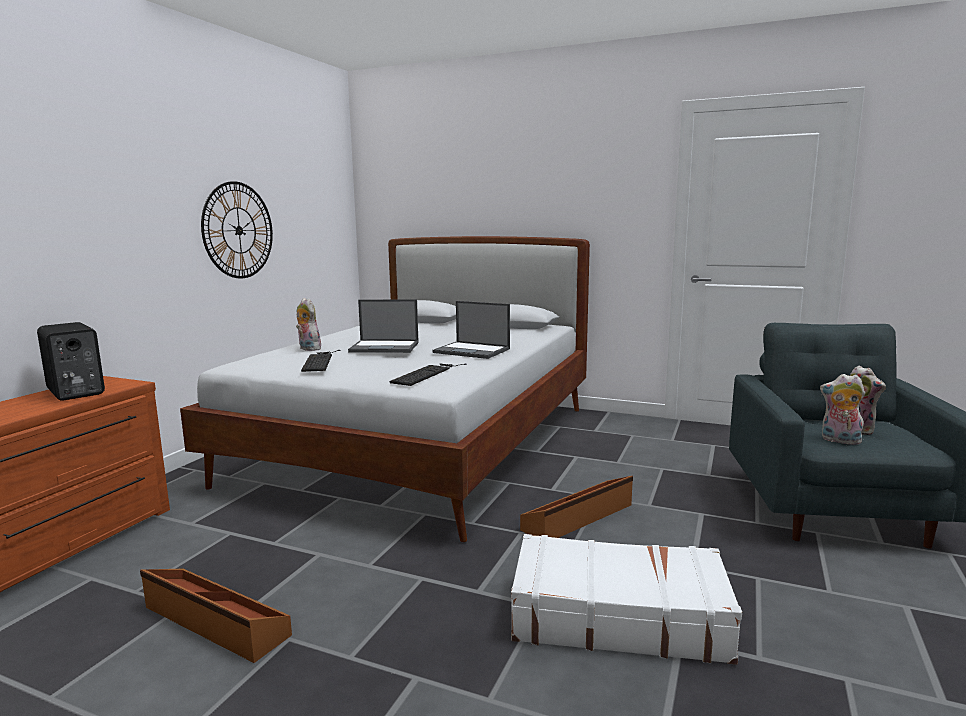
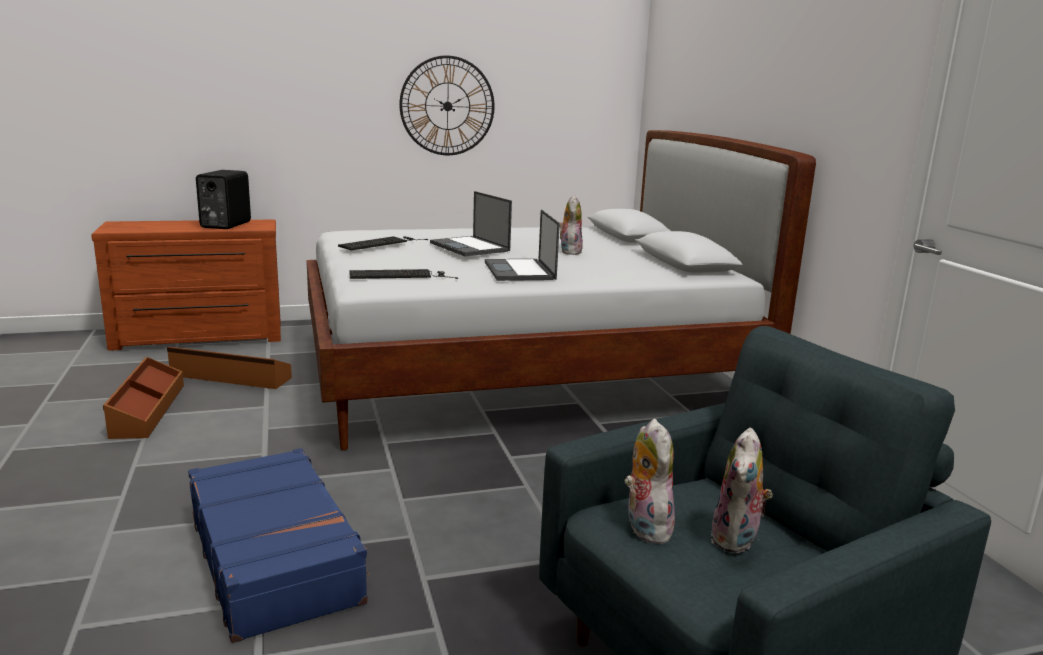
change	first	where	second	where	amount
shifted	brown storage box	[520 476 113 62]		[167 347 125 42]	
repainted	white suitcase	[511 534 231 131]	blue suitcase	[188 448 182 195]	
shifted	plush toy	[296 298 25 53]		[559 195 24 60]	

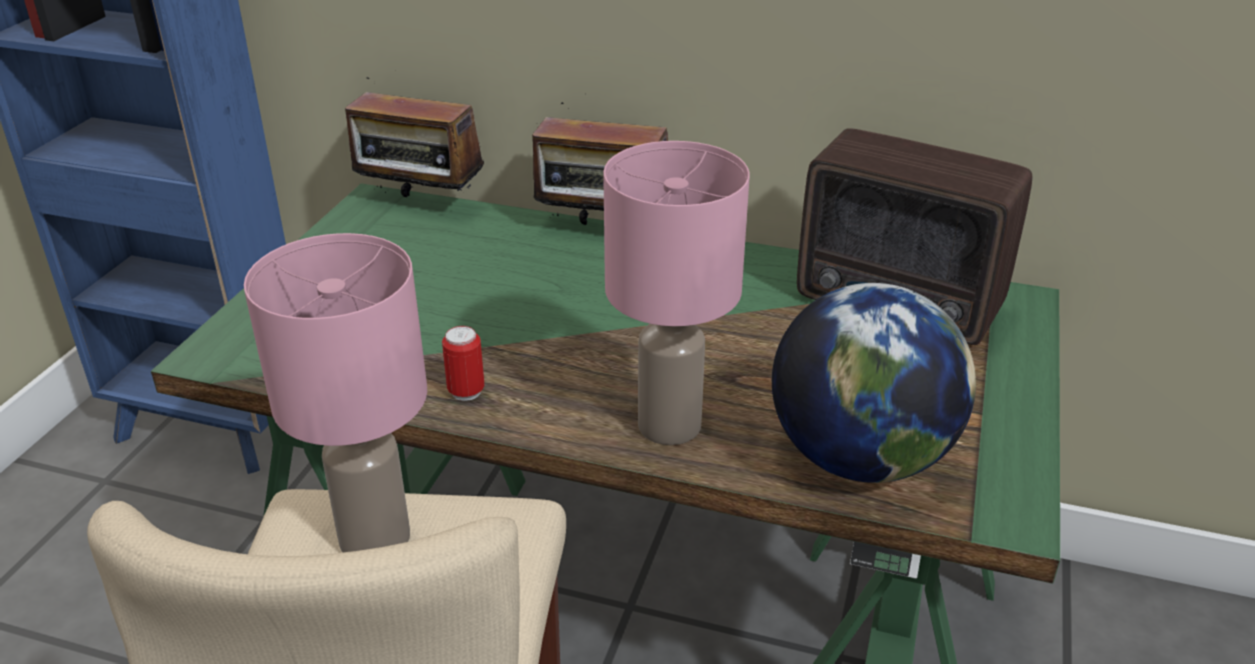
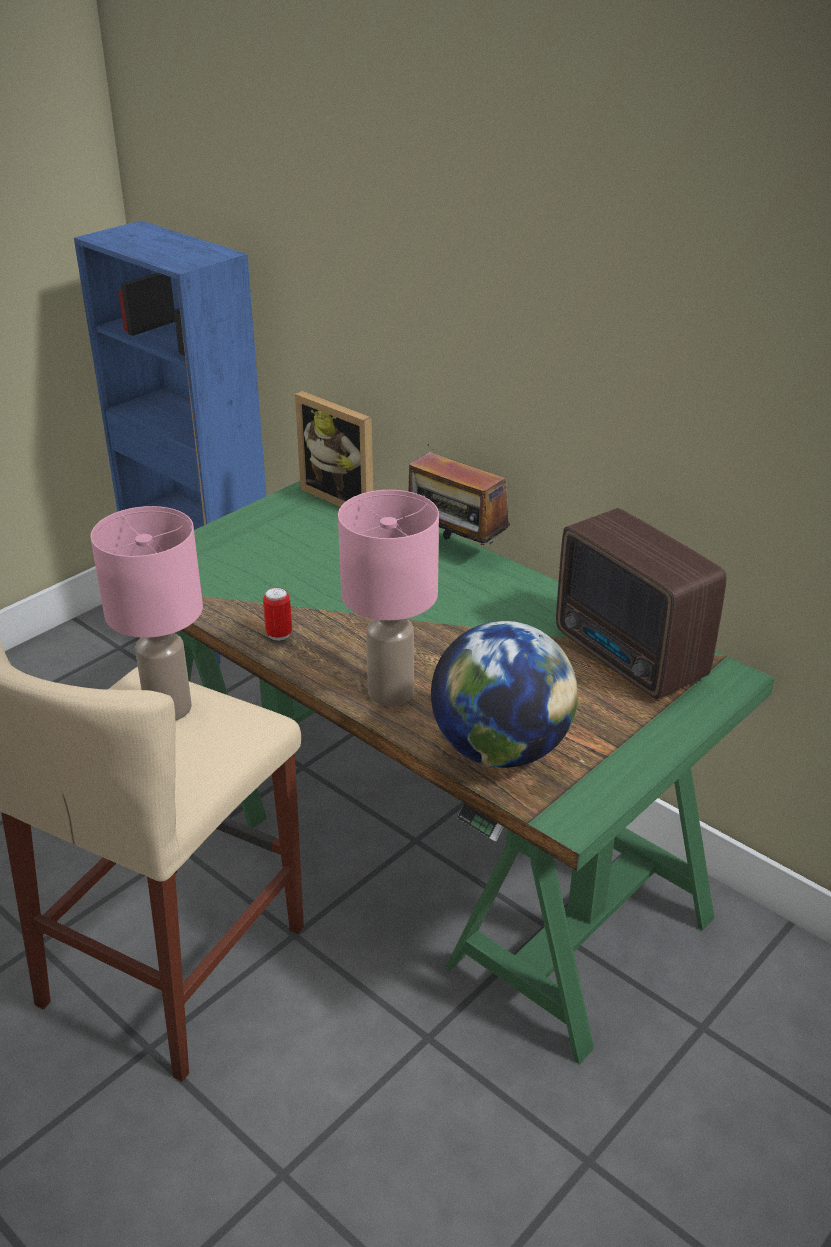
change	first	where	second	where	amount
swapped	radio	[345 70 139 127]	picture frame	[295 391 78 116]	

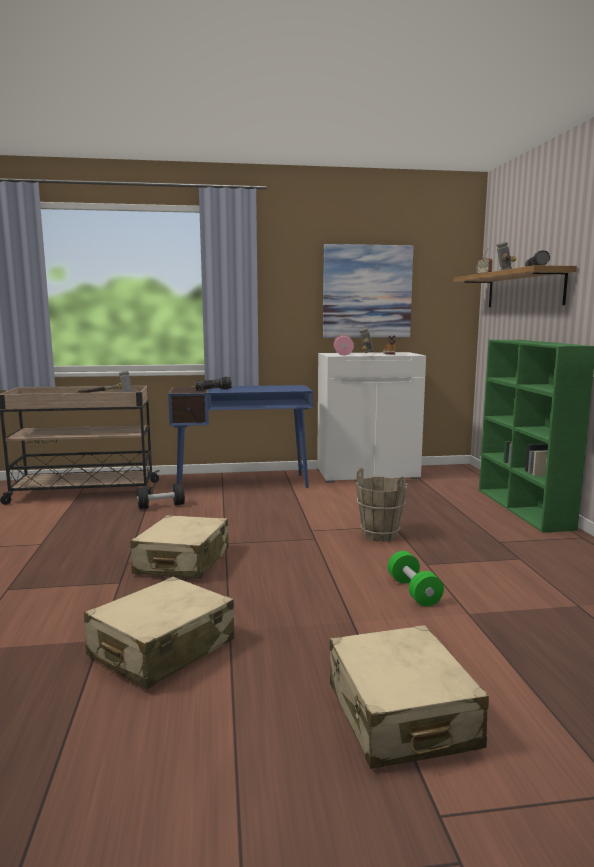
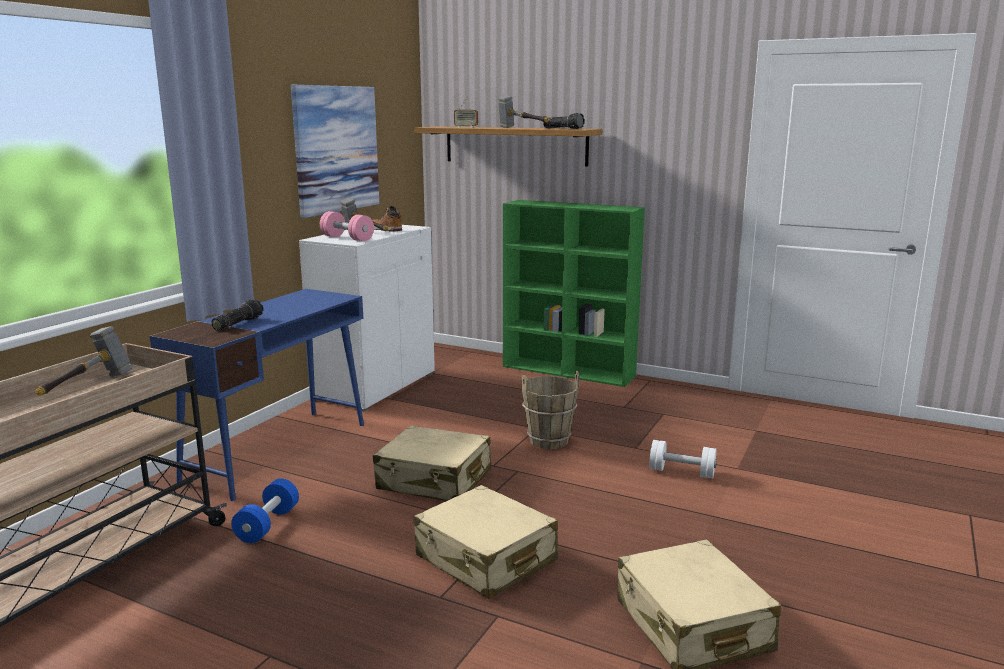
change	first	where	second	where	amount
repainted	black dumbbell	[137 484 48 25]	blue dumbbell	[231 479 68 64]	
shifted	beige suitcase	[330 625 159 144]		[373 425 118 76]	
repainted	green dumbbell	[388 551 56 55]	white dumbbell	[649 440 68 39]	

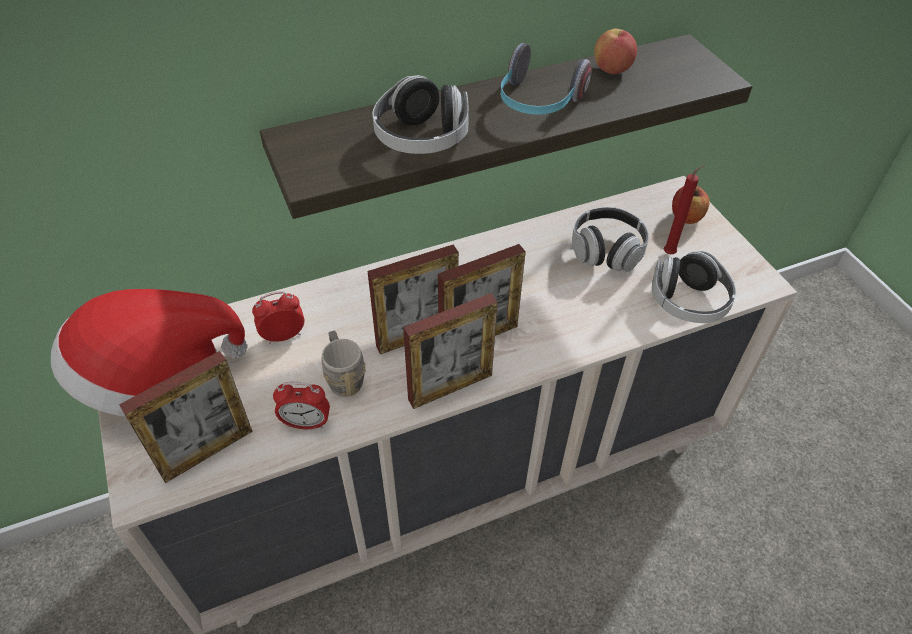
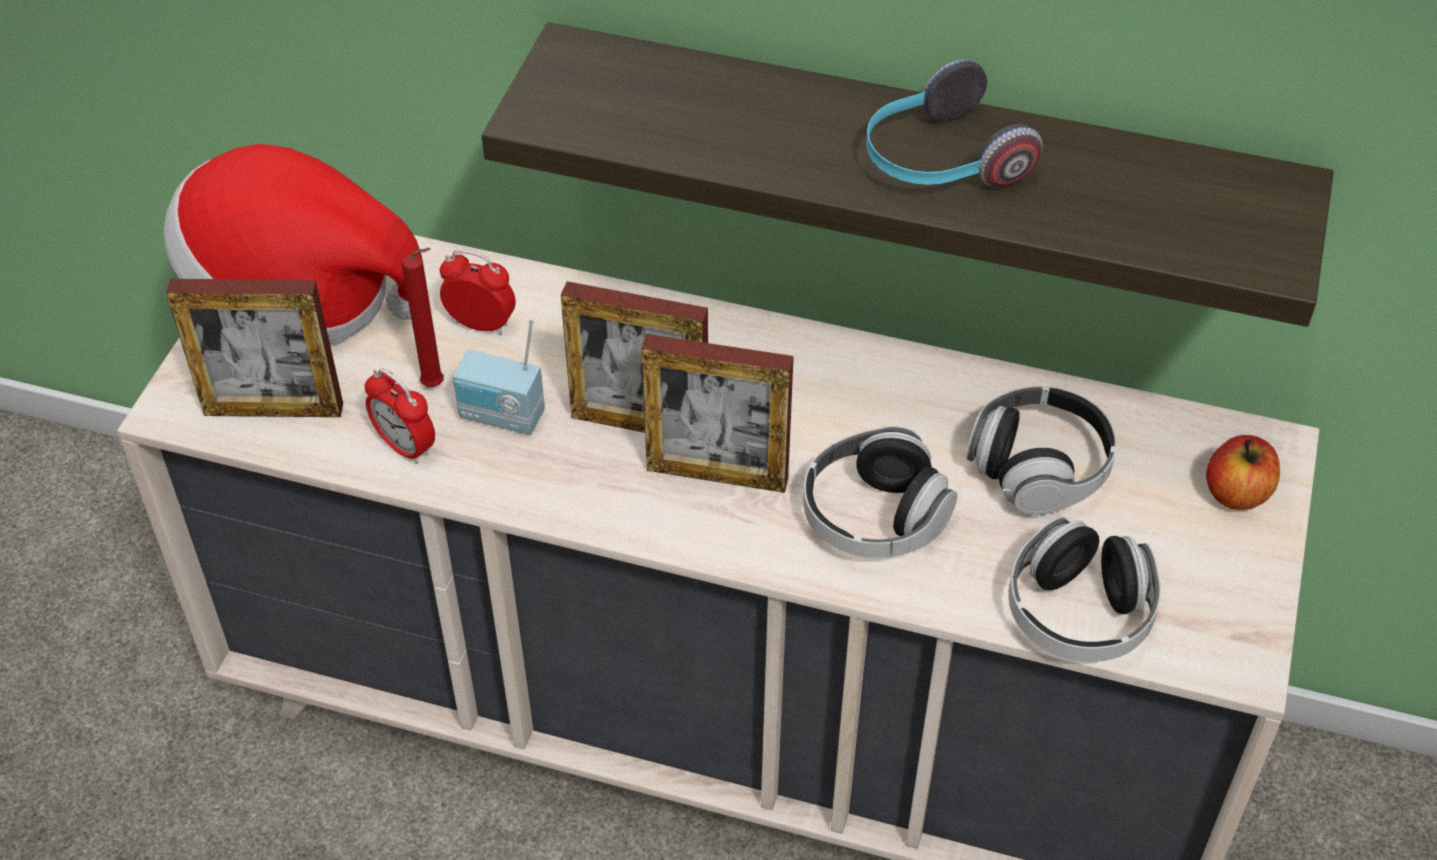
change	first	where	second	where	amount
shifted	red candle	[664 164 42 90]		[402 248 42 139]	
swapped	grey mug	[321 330 45 67]	radio	[453 318 92 117]	
shifted	headphones	[373 75 96 79]		[803 426 154 132]	
gone	picture frame	[403 293 95 116]			
gone	apple	[594 29 43 45]			

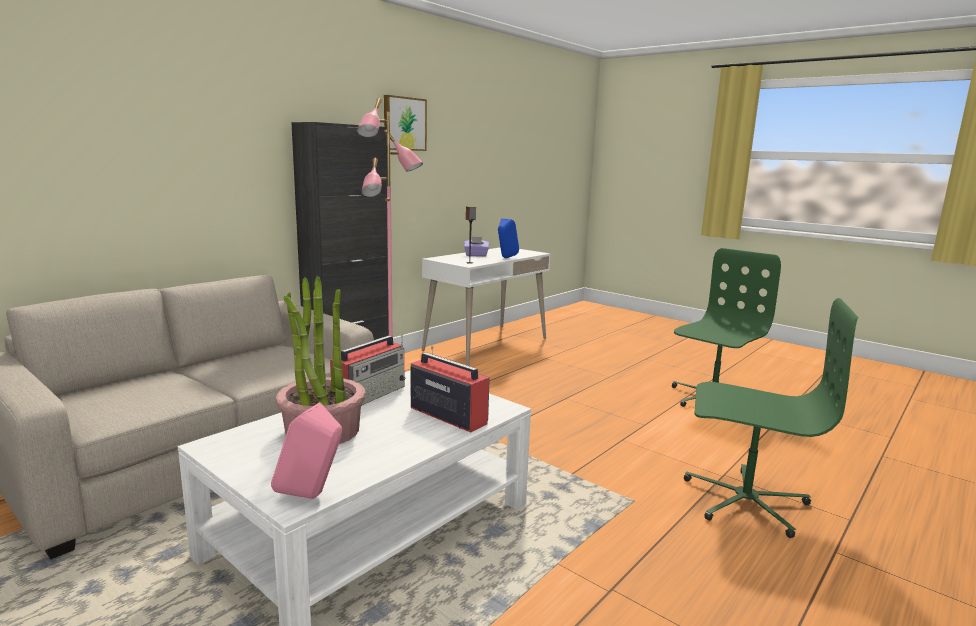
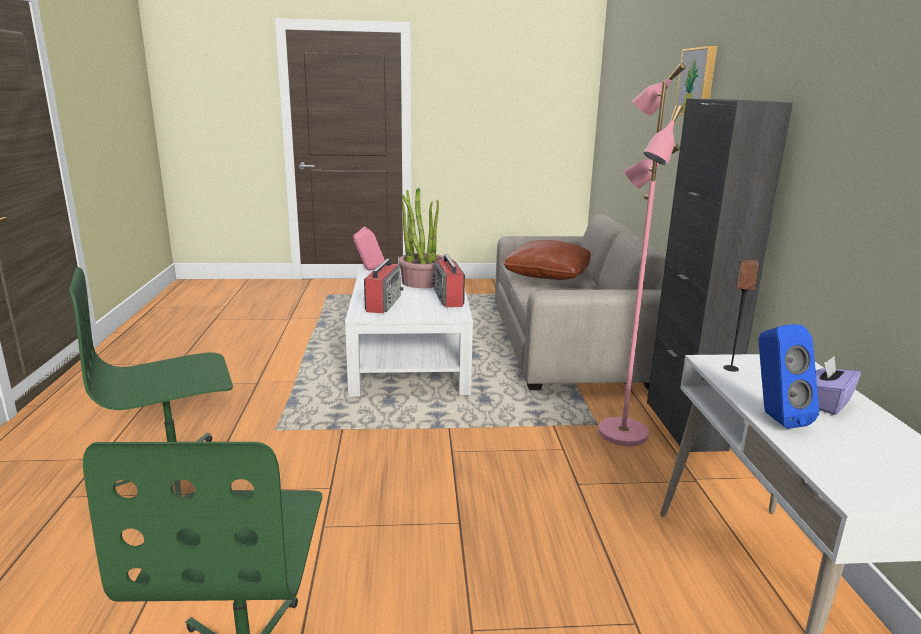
change	first	where	second	where	amount
rotated	radio	[411 345 79 88]		[364 256 39 57]	75 degrees counterclockwise
new			brown pillow	[503 240 88 40]	
shifted	picture	[384 95 43 56]		[675 46 42 69]	

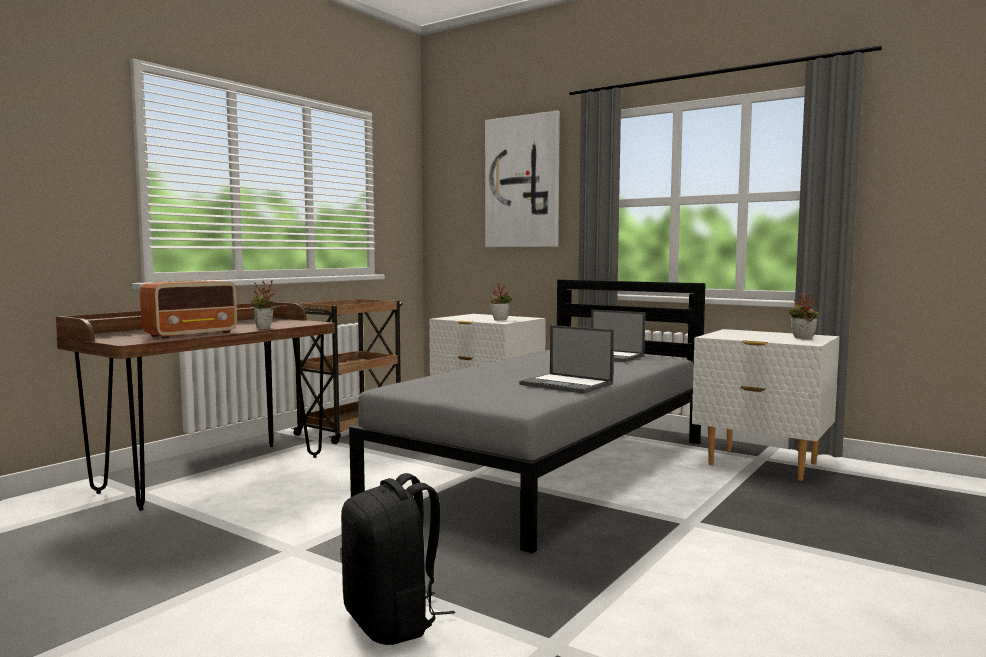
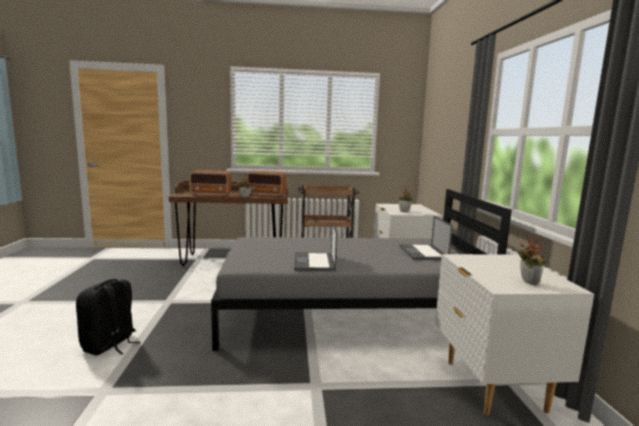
change	first	where	second	where	amount
new			radio	[246 171 40 26]	
gone	picture	[485 111 75 136]			

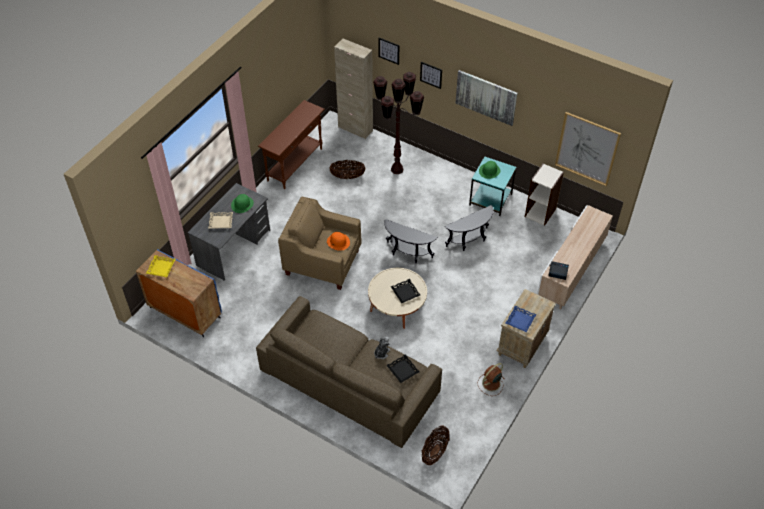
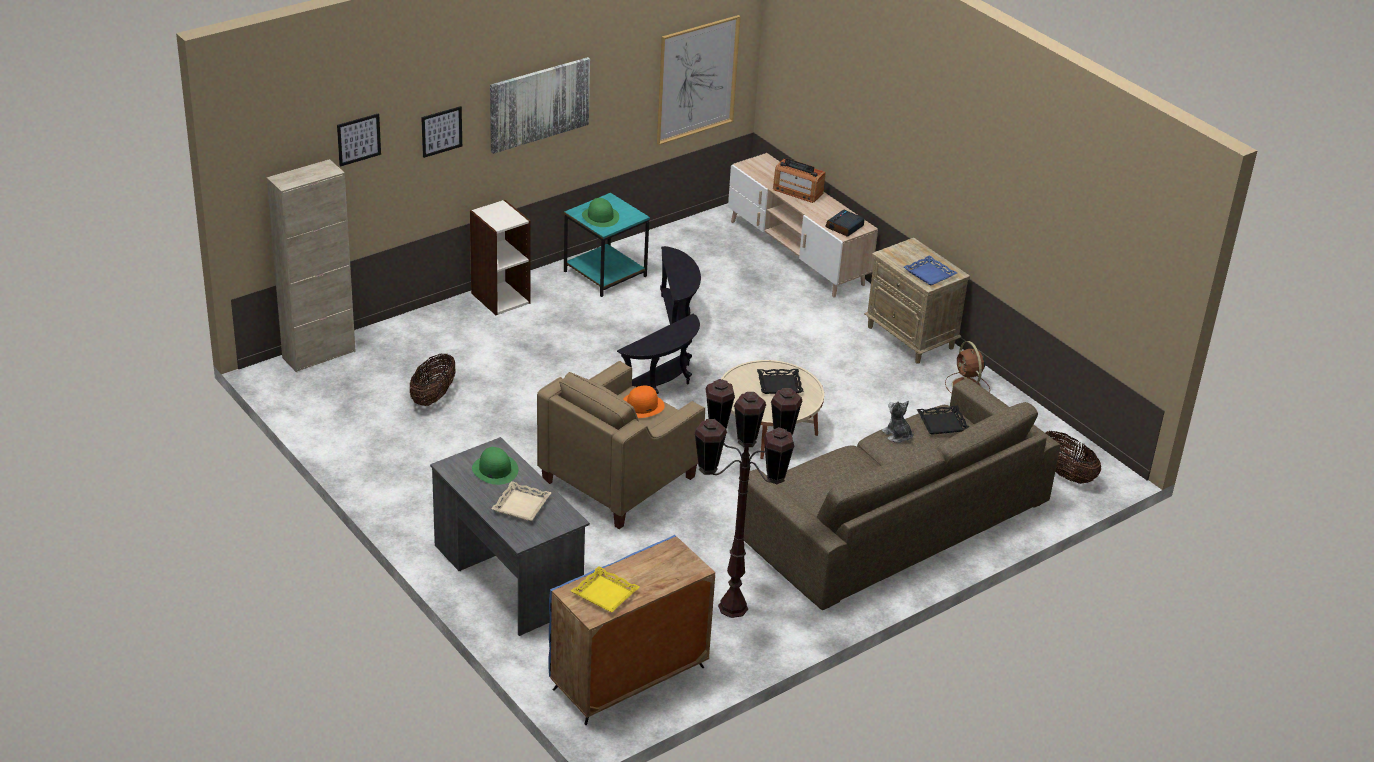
change	first	where	second	where	amount
shifted	bookcase	[525 164 39 62]		[470 200 61 115]	
shifted	brown floor lamp	[373 72 51 102]		[694 379 109 239]	
new			radio	[773 158 53 45]	
gone	brown console table	[258 100 67 89]			

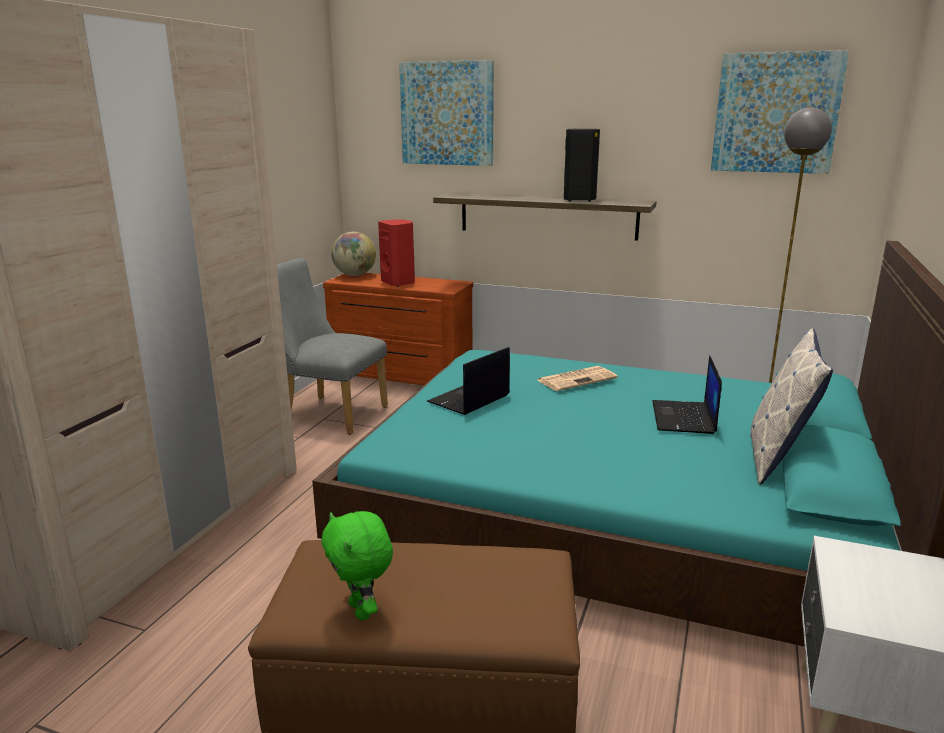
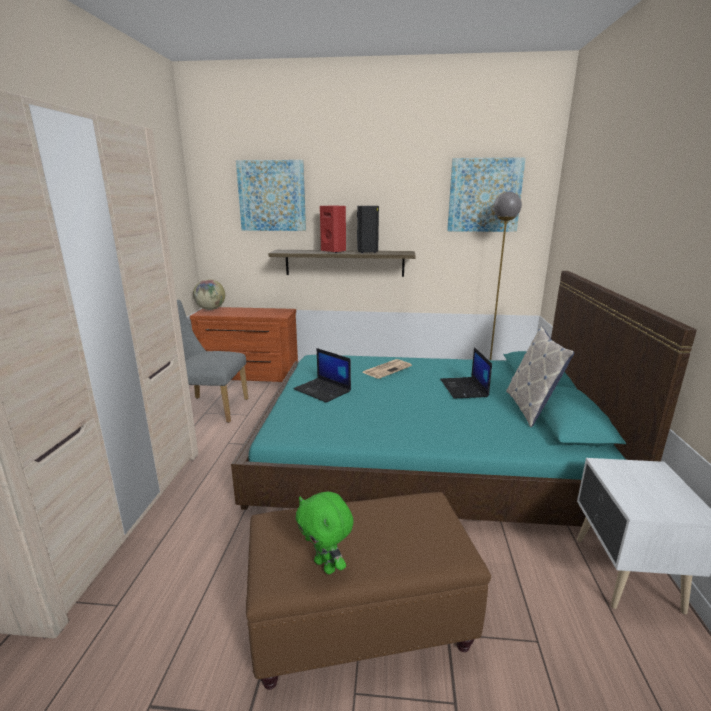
change	first	where	second	where	amount
rotated	laptop	[427 347 83 68]		[293 348 58 55]	75 degrees counterclockwise
shifted	red speaker	[378 219 37 68]		[320 206 26 47]	

